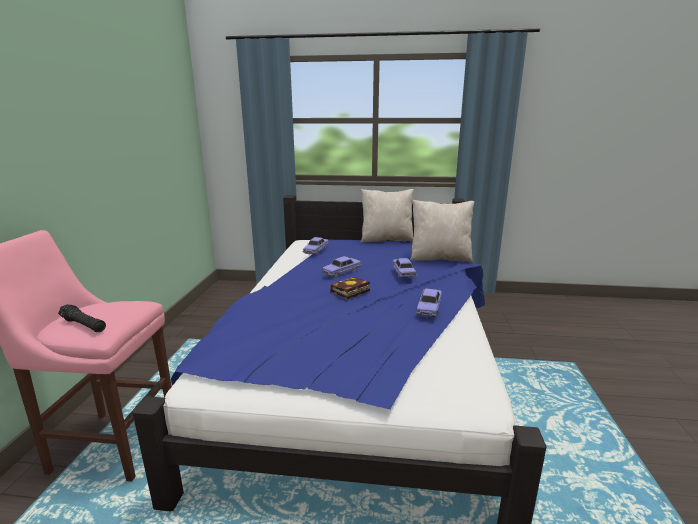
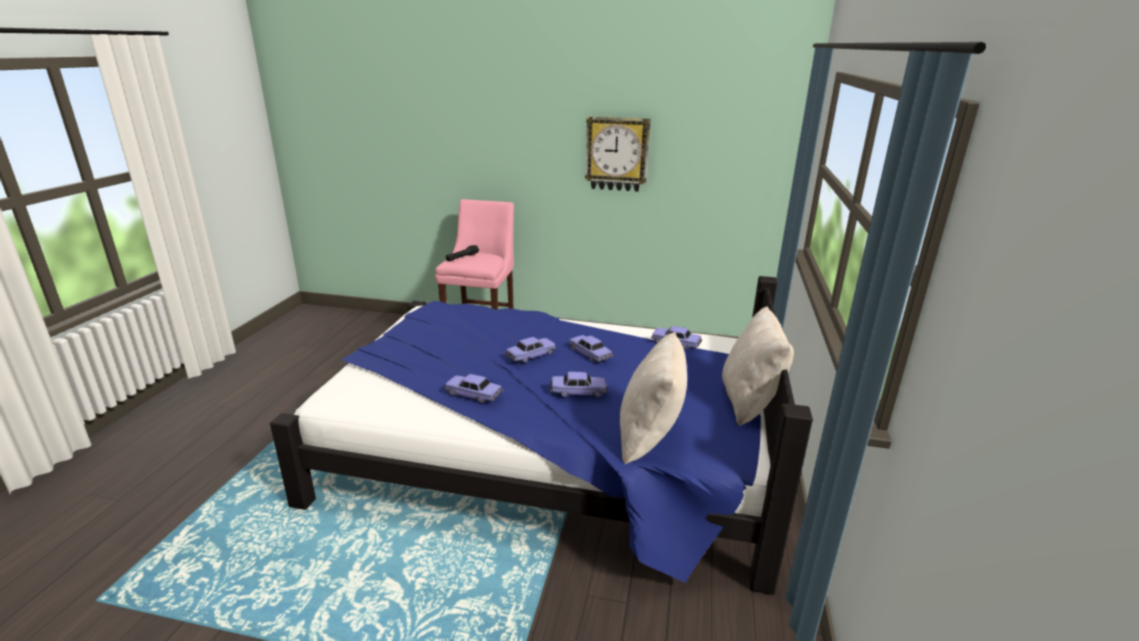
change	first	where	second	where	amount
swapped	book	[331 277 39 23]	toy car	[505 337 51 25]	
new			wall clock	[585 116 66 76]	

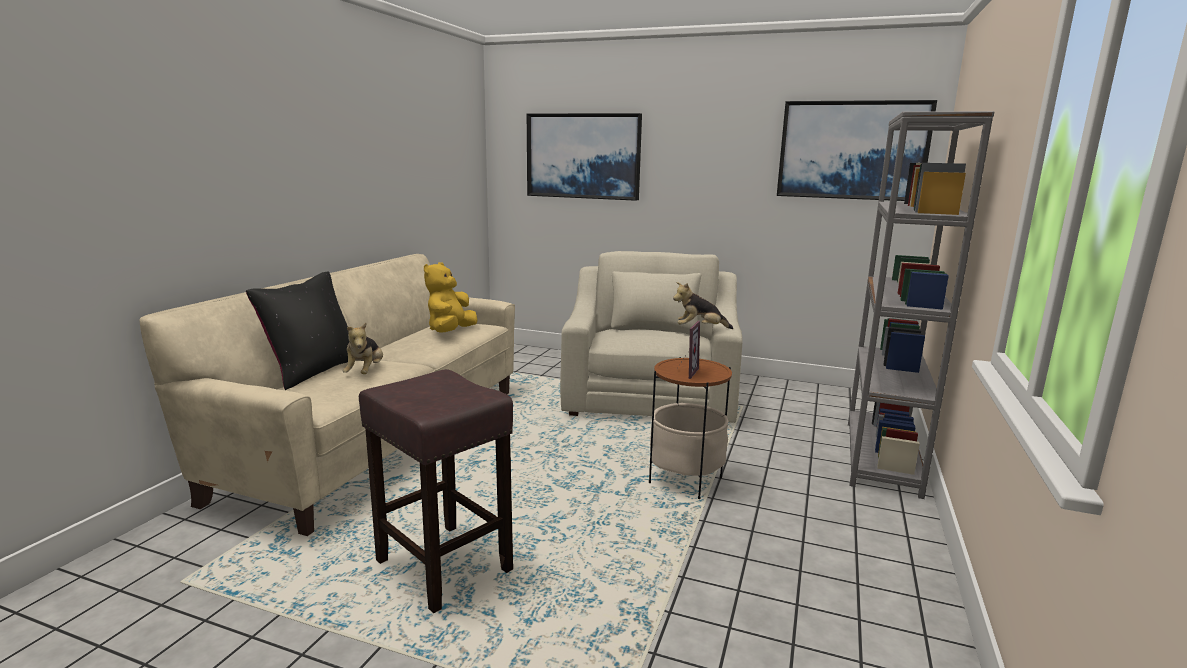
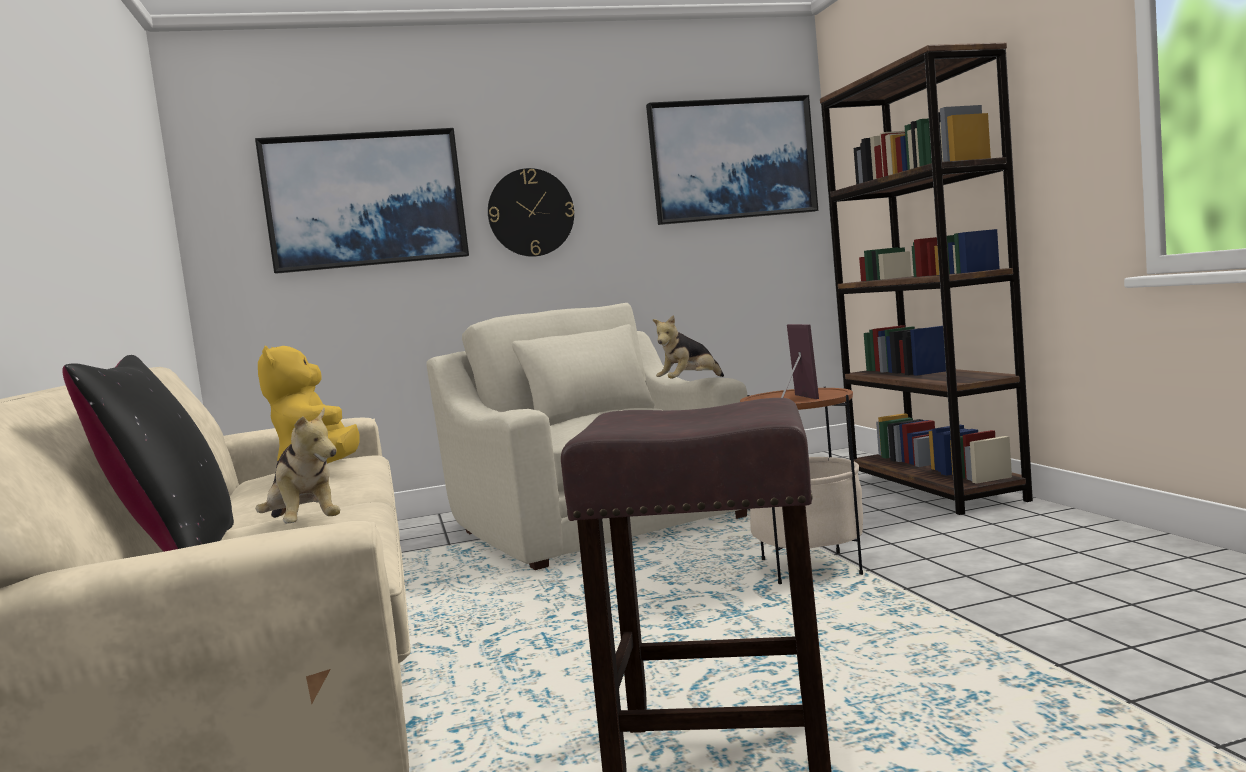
change	first	where	second	where	amount
new			wall clock	[488 168 86 89]	
repainted	grey bookcase	[848 111 147 388]	brown bookcase	[820 42 213 473]	

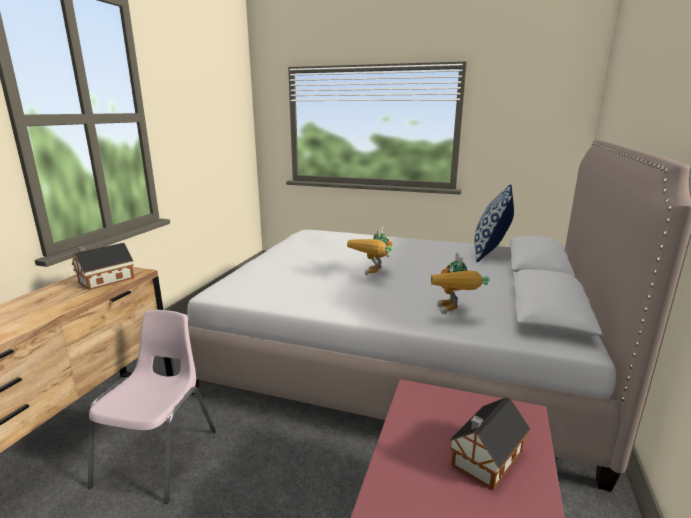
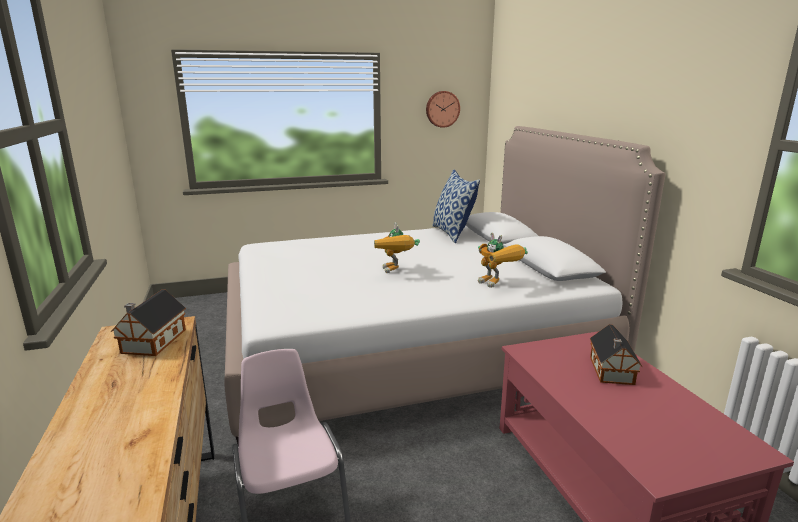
change	first	where	second	where	amount
new			wall clock	[426 91 34 37]	

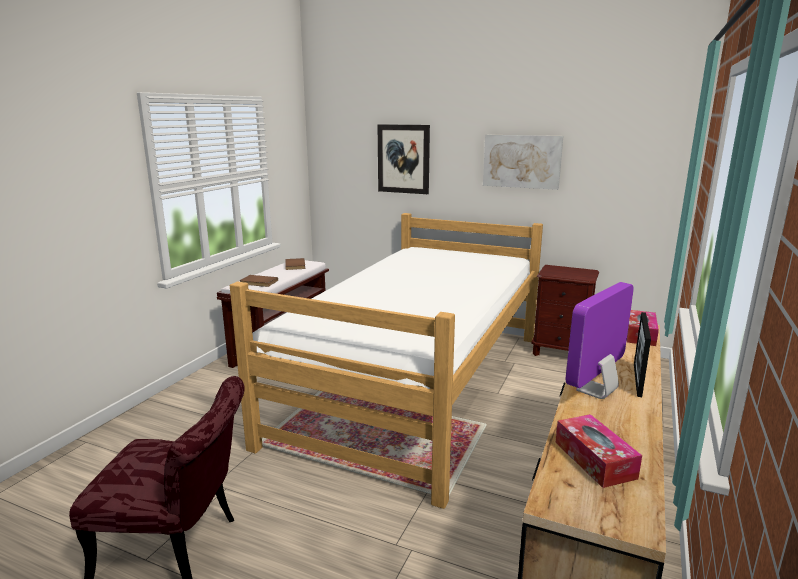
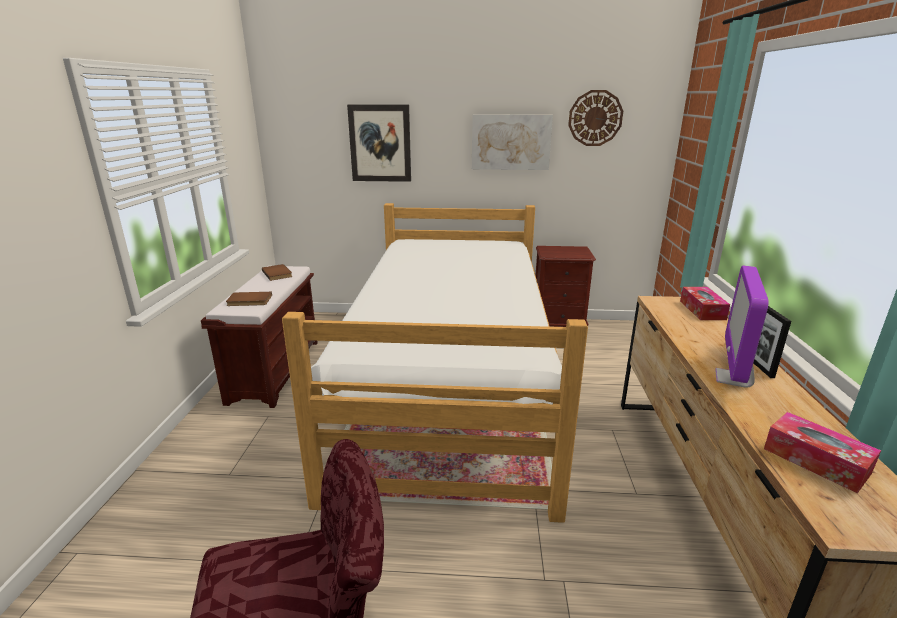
change	first	where	second	where	amount
new			wall clock	[568 90 55 56]	

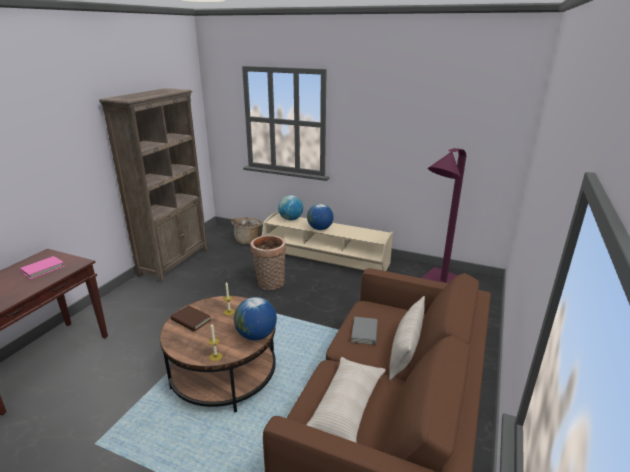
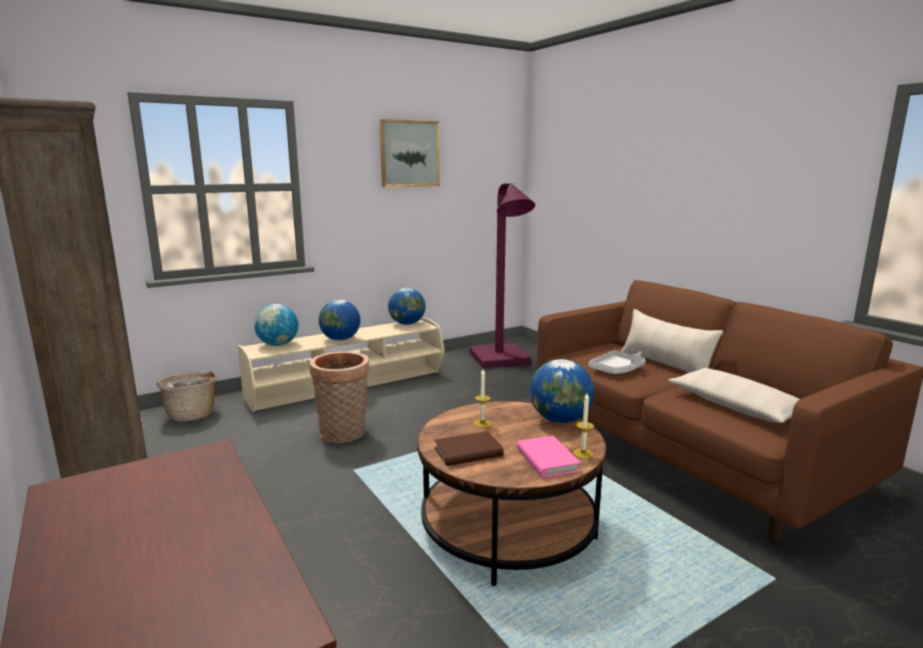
change	first	where	second	where	amount
new			picture	[380 119 60 68]	
new			globe	[388 288 38 37]	
shifted	pink book	[20 256 45 23]		[517 436 64 42]	
swapped	grey book	[351 317 27 28]	grey tray	[589 351 56 23]	

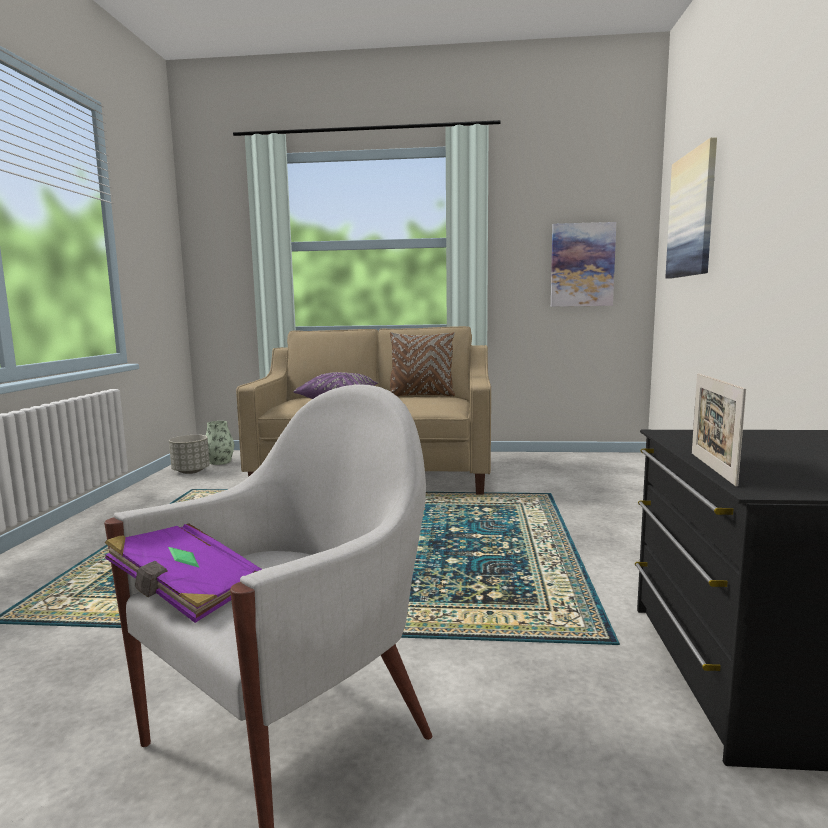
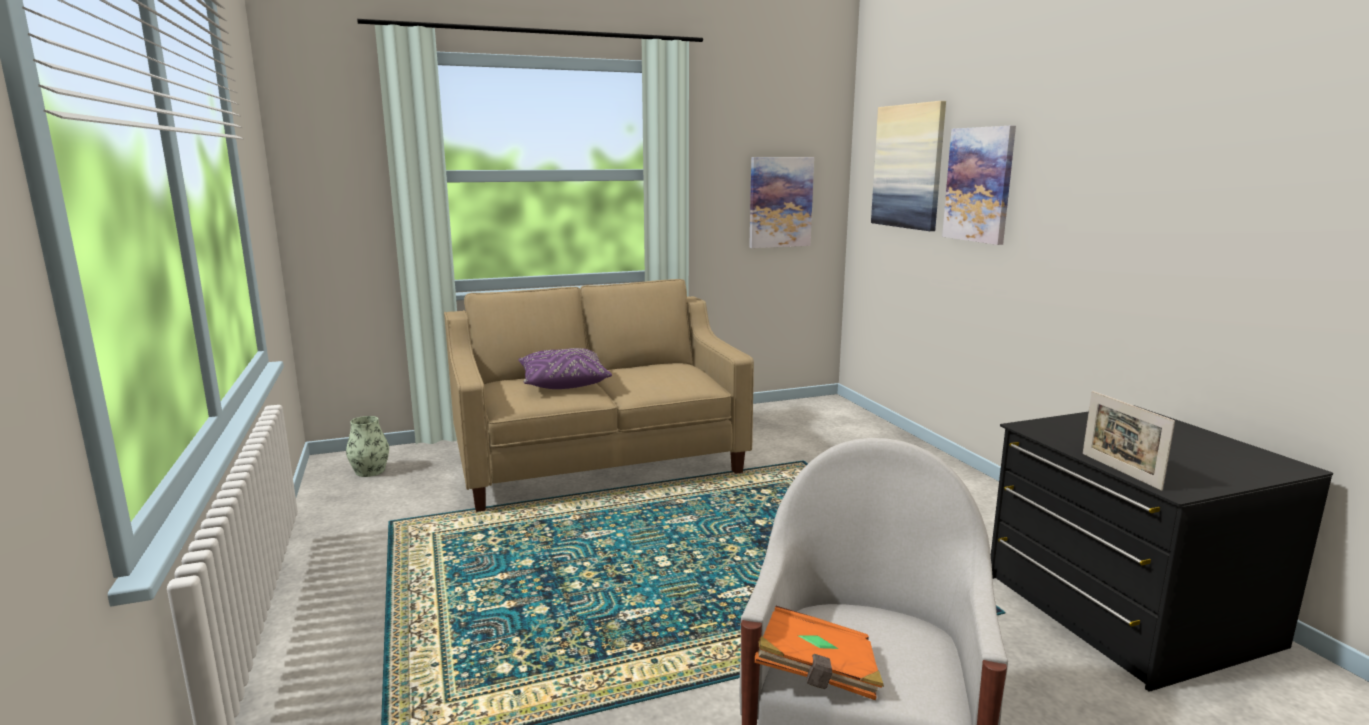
change	first	where	second	where	amount
repainted	purple book	[105 524 157 99]	orange book	[755 606 129 94]	
new			picture	[942 126 74 119]	
gone	grey planter	[169 435 41 39]			
gone	brown pillow	[390 332 65 64]			

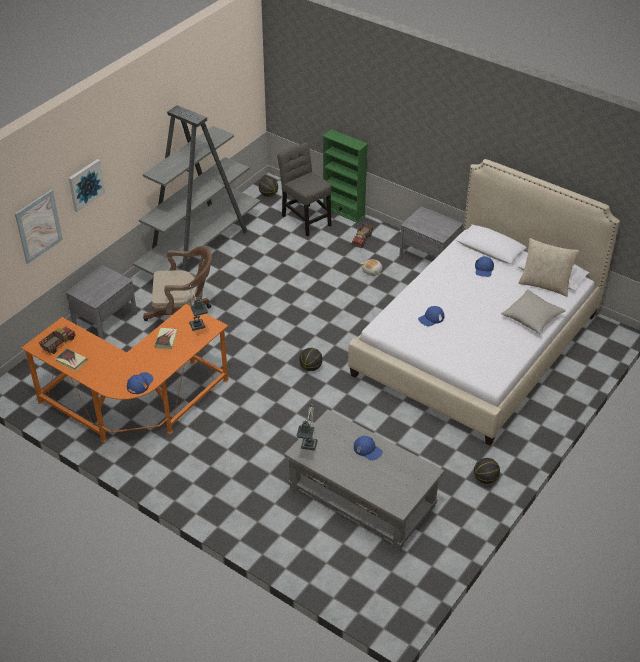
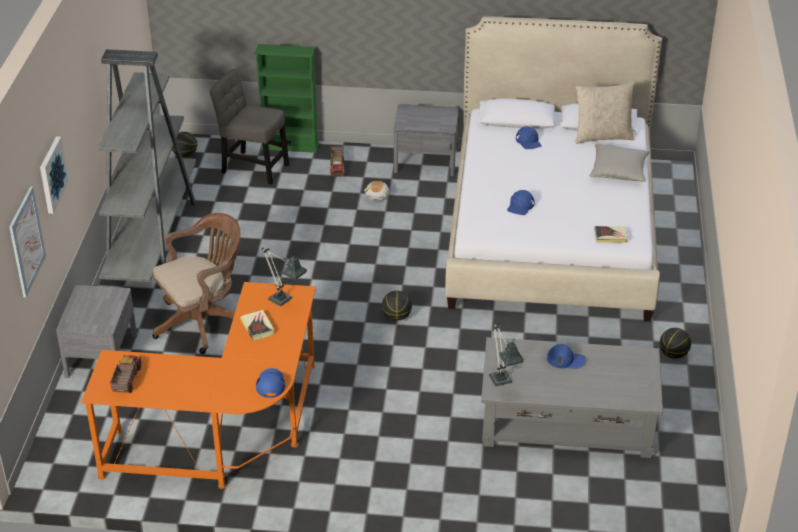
change	first	where	second	where	amount
shifted	book	[56 348 32 23]		[594 226 34 17]	

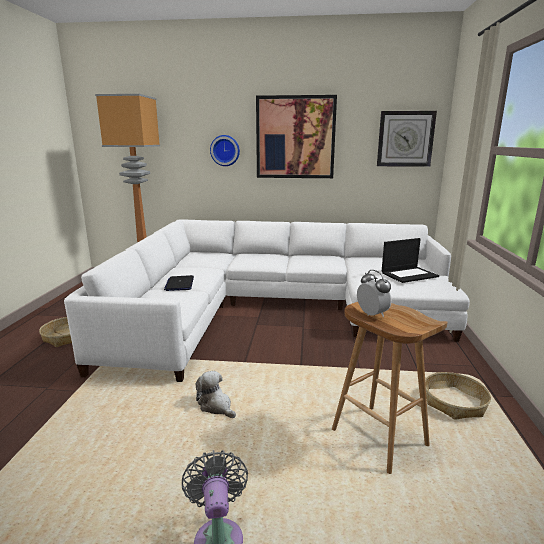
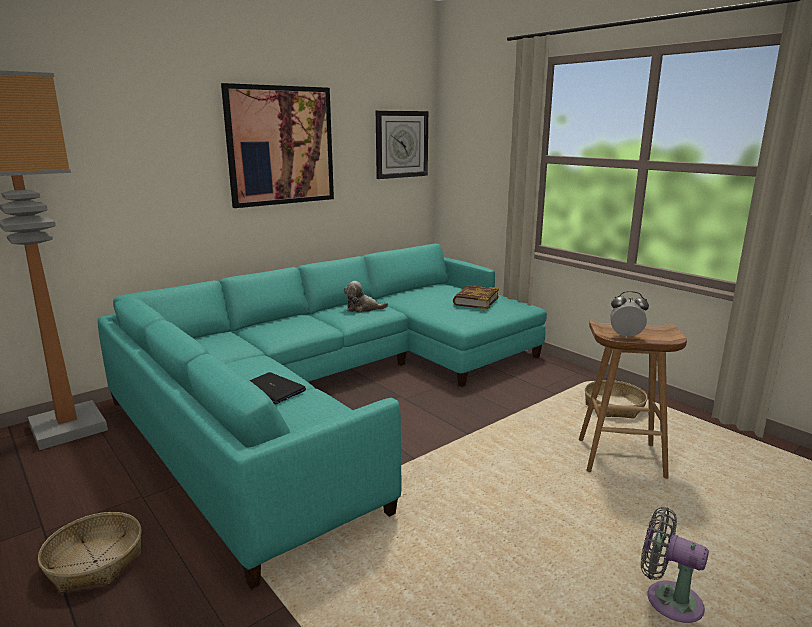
change	first	where	second	where	amount
repainted	white sofa	[64 220 406 162]	turquoise sofa	[98 243 449 346]	
shifted	plush toy	[196 371 40 47]		[344 281 44 32]	
swapped	laptop	[382 238 57 45]	book	[453 285 46 24]	
gone	wall clock	[210 135 30 31]			

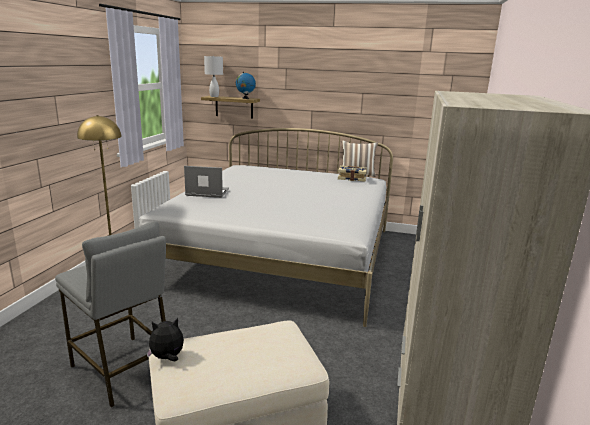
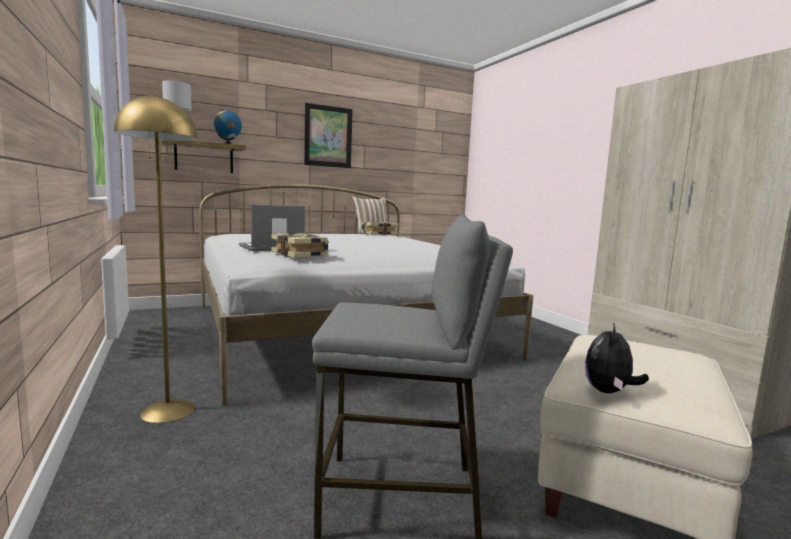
change	first	where	second	where	amount
new			book	[271 233 58 25]	
new			picture	[304 103 48 65]	

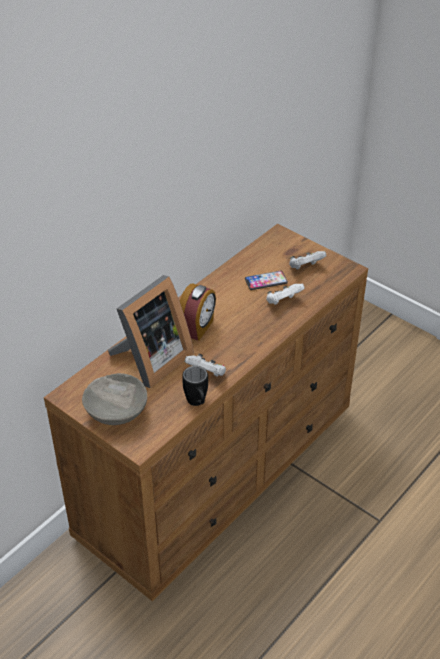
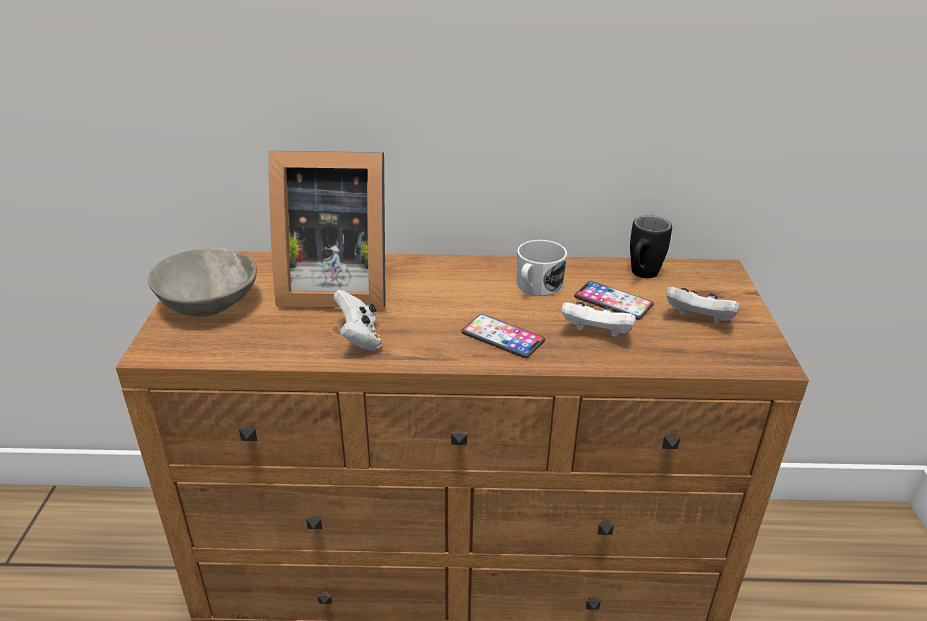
change	first	where	second	where	amount
new			phone	[461 314 84 44]	
new			white mug	[517 240 50 56]	
shifted	black mug	[182 366 26 40]		[630 215 42 63]	
gone	alarm clock	[180 284 36 57]			

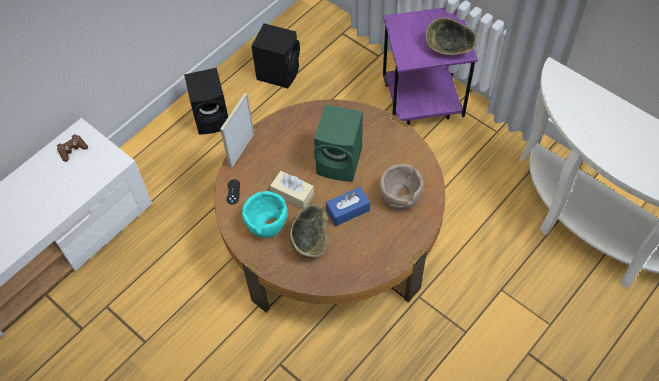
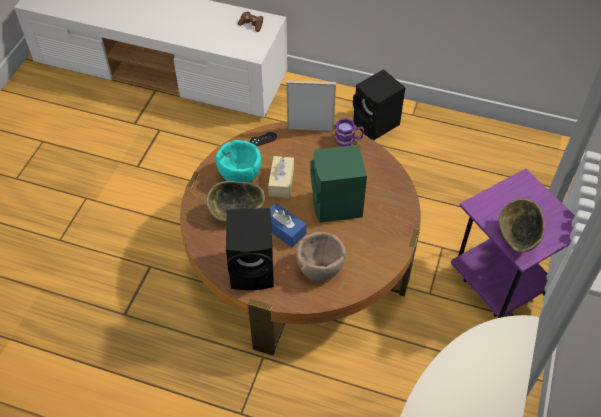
change	first	where	second	where	amount
shifted	black speaker	[251 23 49 65]		[226 208 48 82]	
new			purple mug	[335 118 29 29]	

